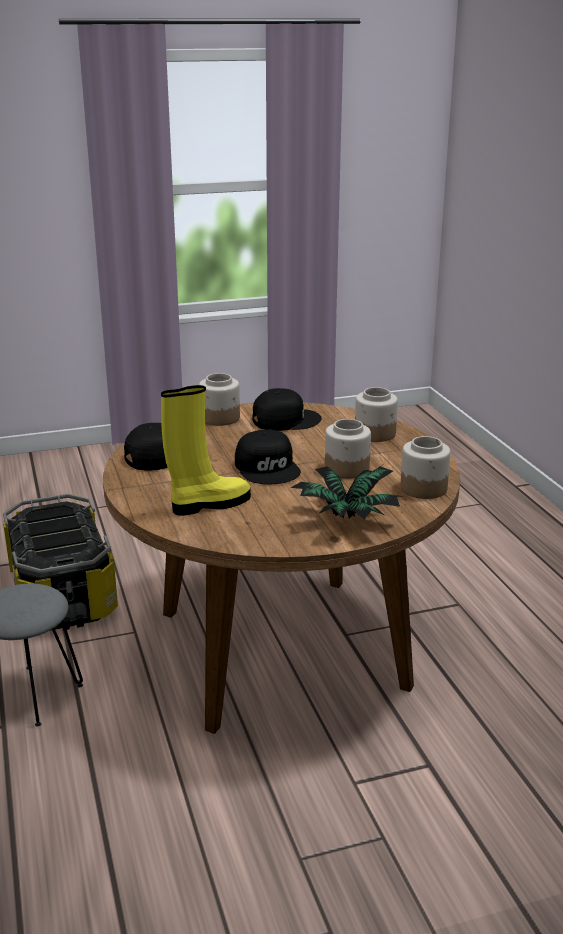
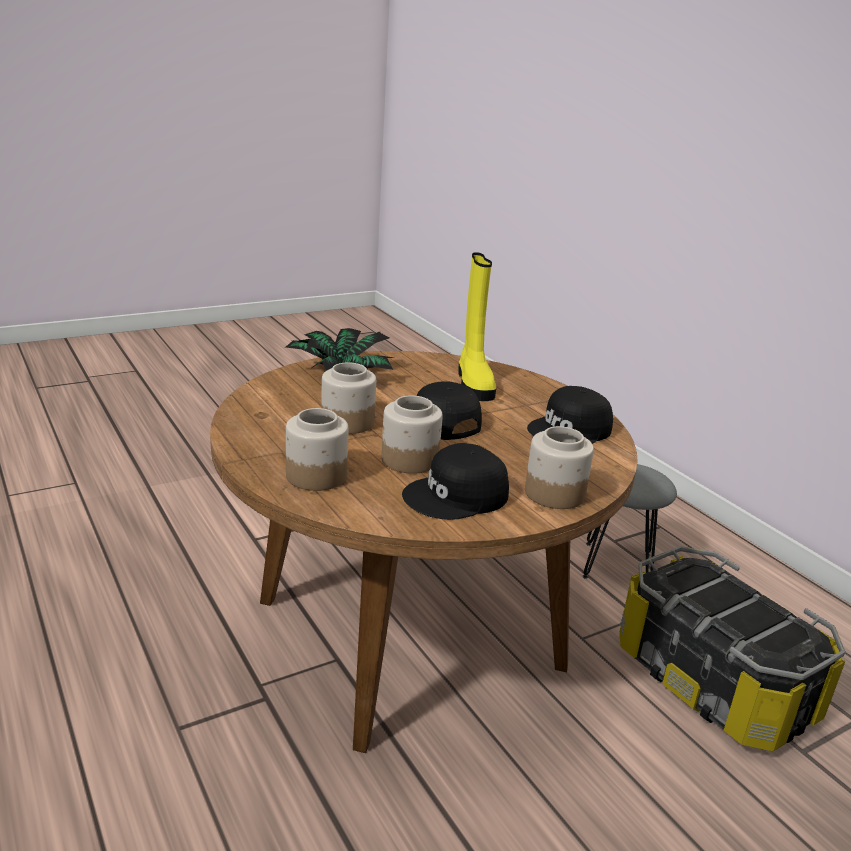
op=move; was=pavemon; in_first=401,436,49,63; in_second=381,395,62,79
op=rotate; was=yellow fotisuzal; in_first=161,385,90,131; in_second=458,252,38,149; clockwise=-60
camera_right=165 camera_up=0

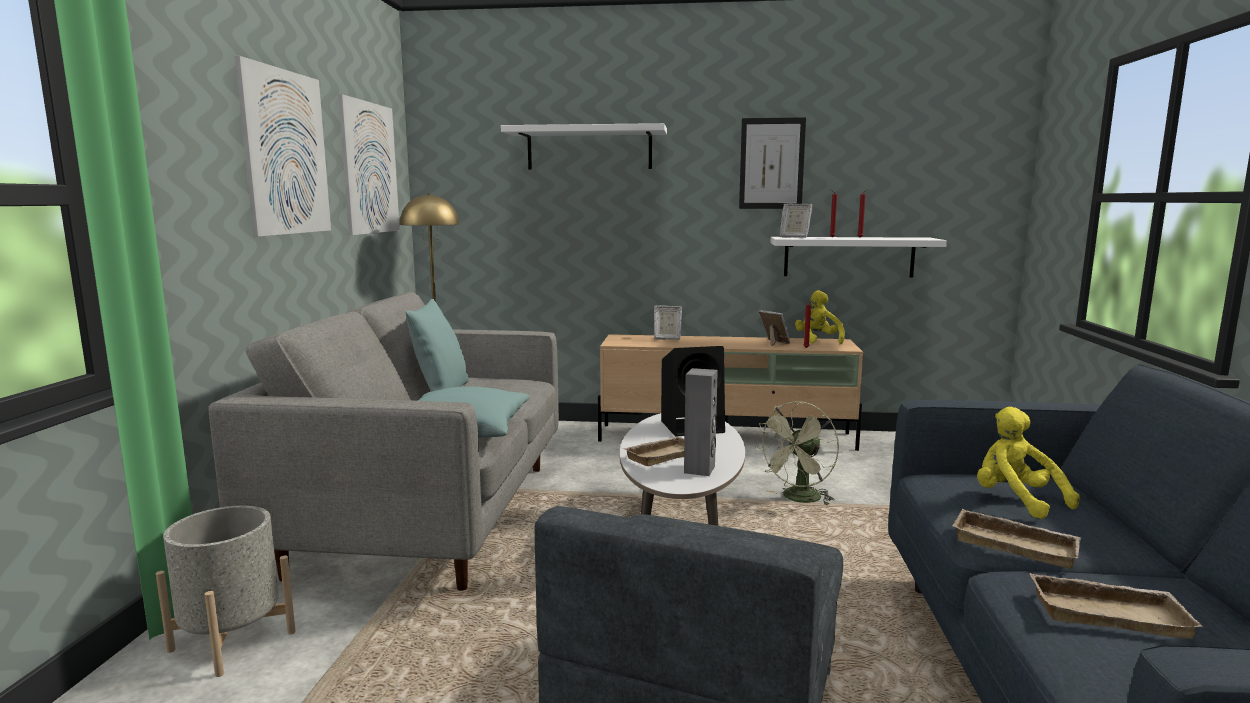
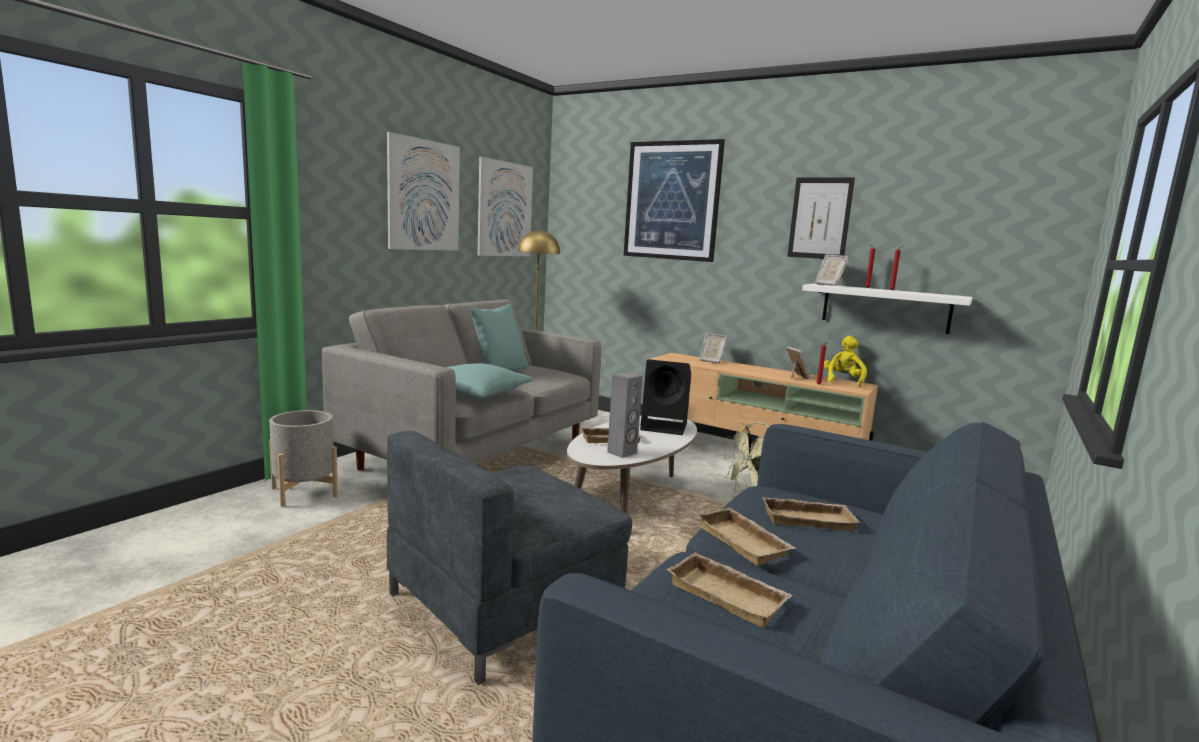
op=replace; was=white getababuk; now=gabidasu; in_first=501,123,166,47; in_second=624,139,101,123
op=replace; was=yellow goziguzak; now=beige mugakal; in_first=977,407,103,112; in_second=762,497,98,34
camera_right=25 camera_up=0

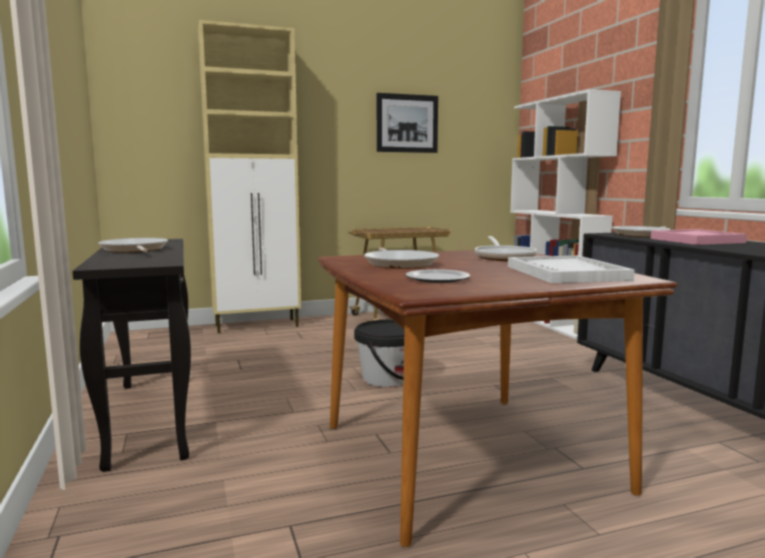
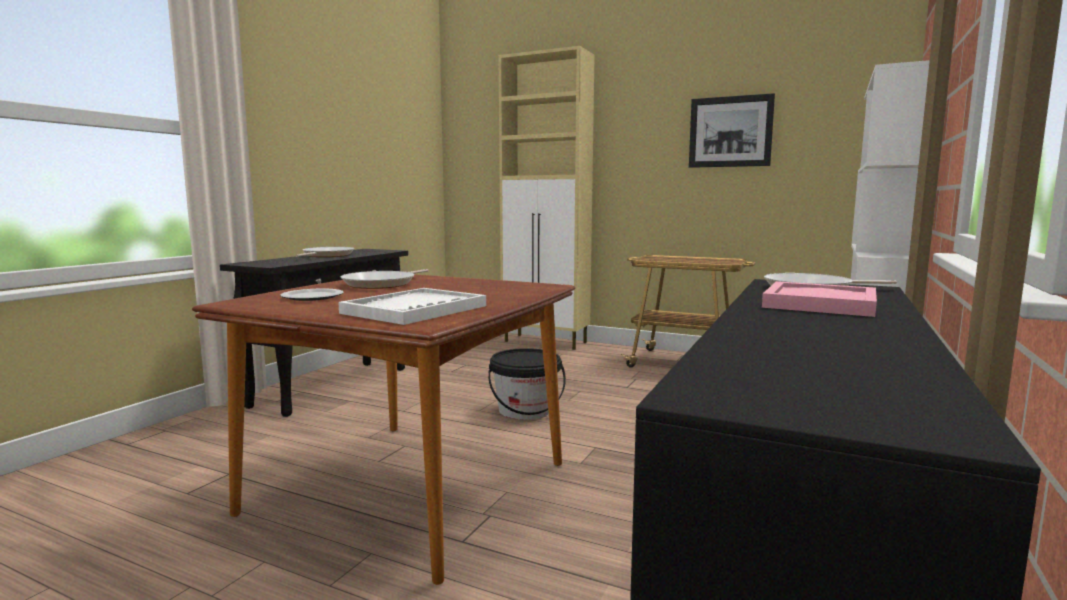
op=delete; was=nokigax; in_first=475,236,62,25
camera_right=45 camera_up=0

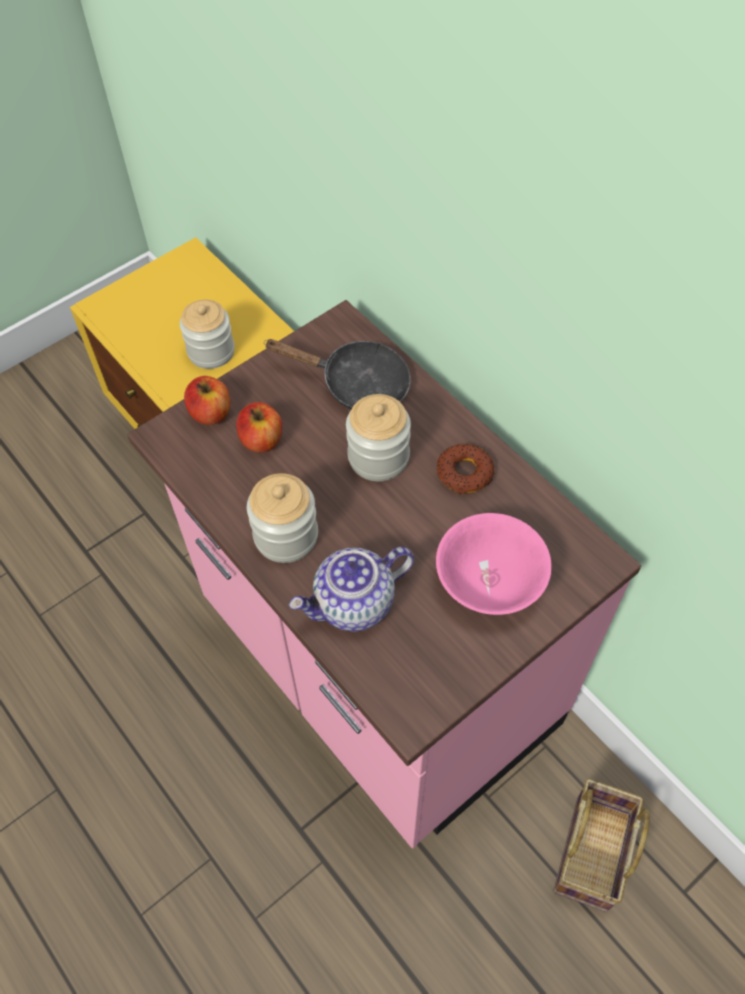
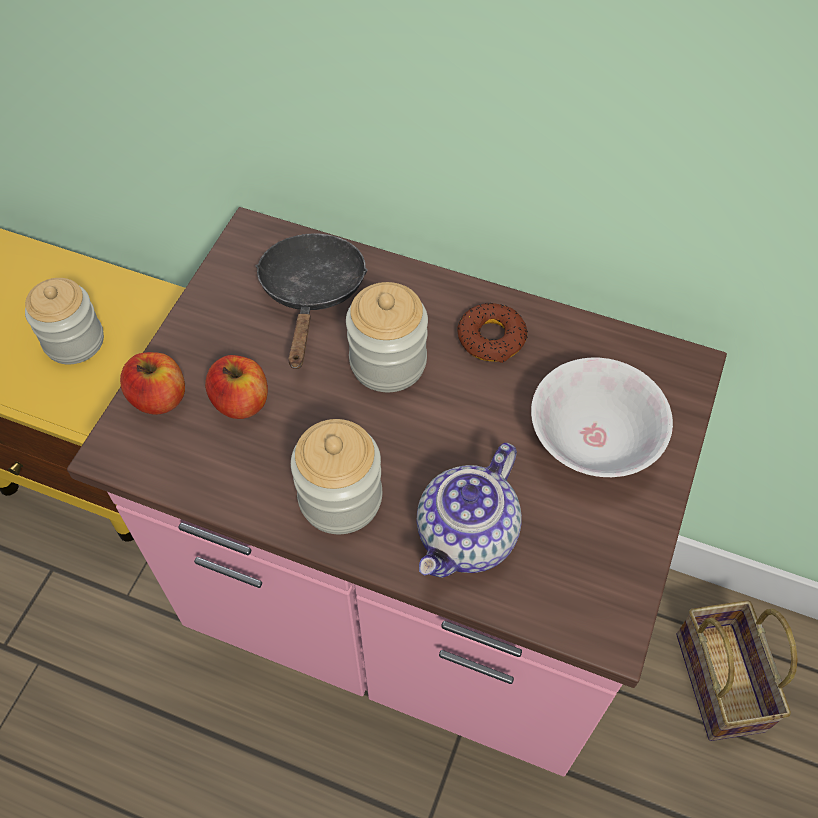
op=rotate; was=black nokigax; in_first=264,339,147,70; in_second=256,233,112,136; clockwise=-75
op=recolor; was=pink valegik; now=white valegik; in_first=436,513,116,102; in_second=531,357,142,120
camera_right=-30 camera_up=0

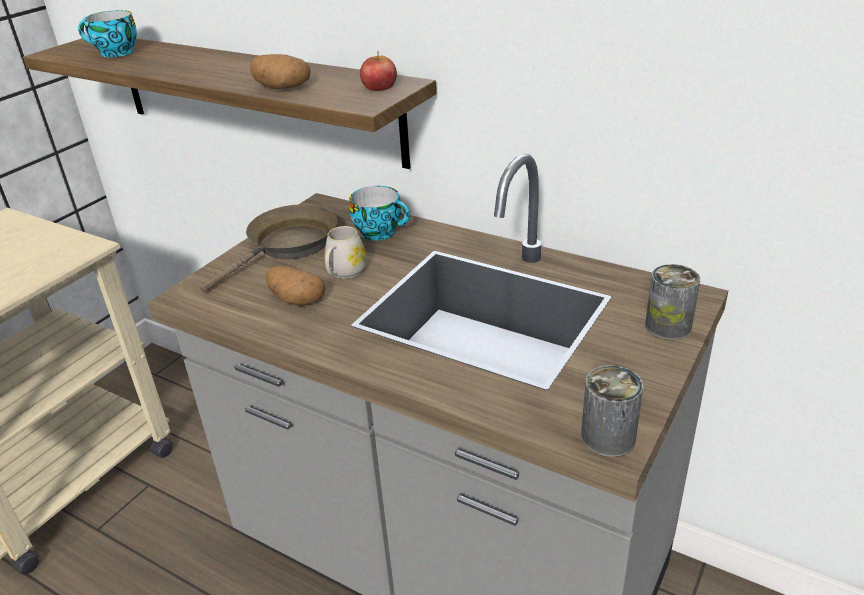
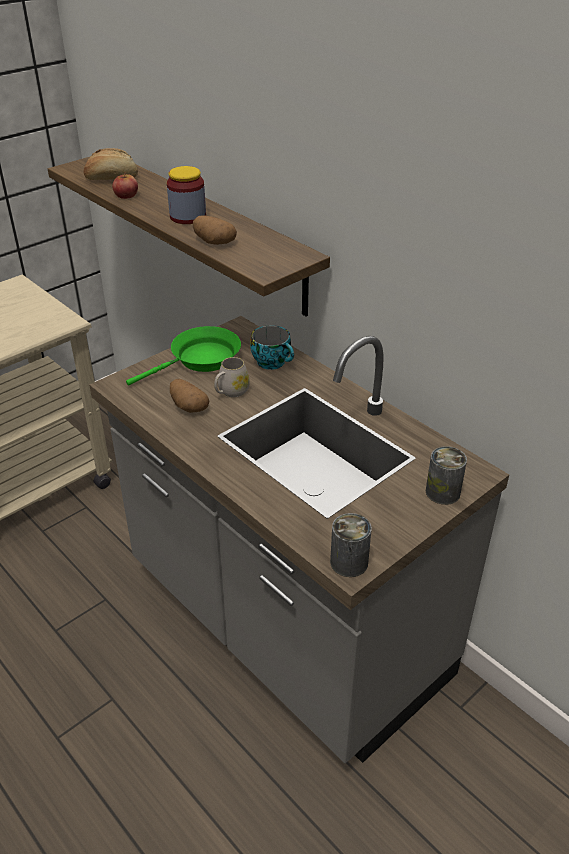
op=replace; was=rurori; now=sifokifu; in_first=78,10,59,47; in_second=83,148,55,32
op=move; was=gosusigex; in_first=360,51,37,40; in_second=112,174,26,25
op=recolor; was=brown nokigax; now=green nokigax; in_first=200,204,138,88; in_second=126,326,115,60
op=insert; now=pavemon; in_second=167,166,39,58
camera_right=15 camera_up=5

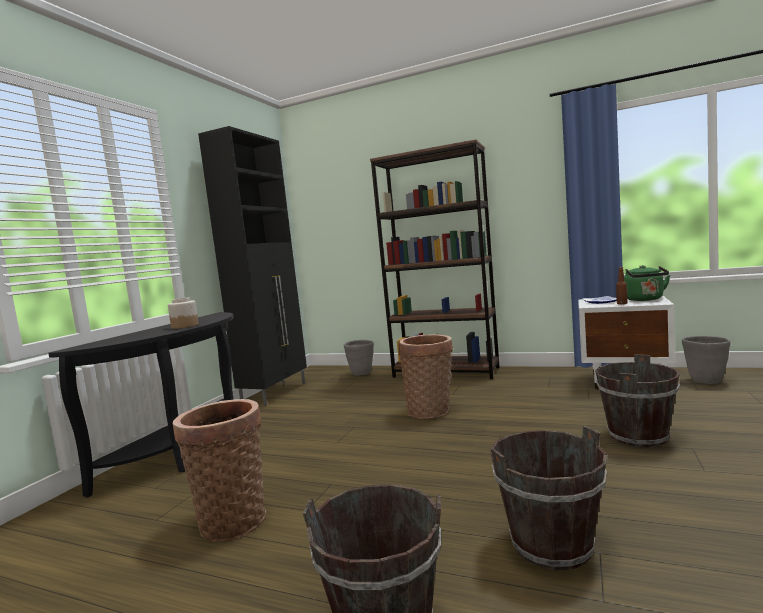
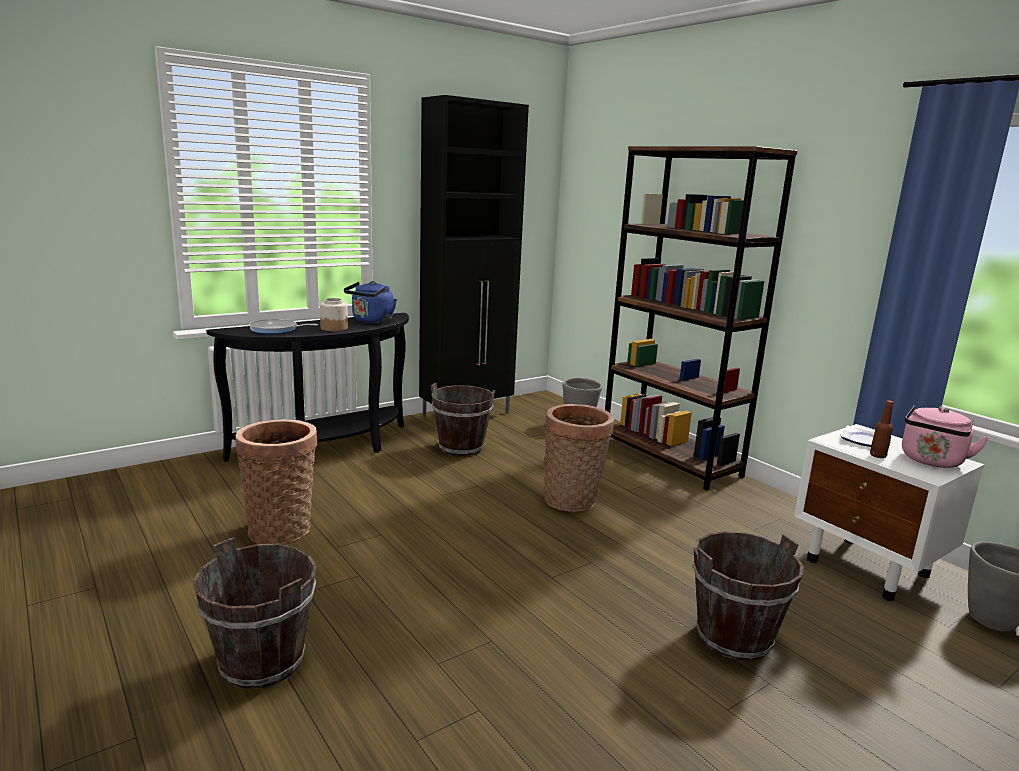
op=insert; now=nokigax; in_second=249,319,69,15
op=insert; now=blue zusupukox; in_second=344,281,53,42
op=move; was=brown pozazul; in_first=490,426,117,144; in_second=431,383,64,73
op=recolor; was=green zusupukox; now=pink zusupukox; in_first=624,265,46,36; in_second=902,405,87,63
camera_right=30 camera_up=10

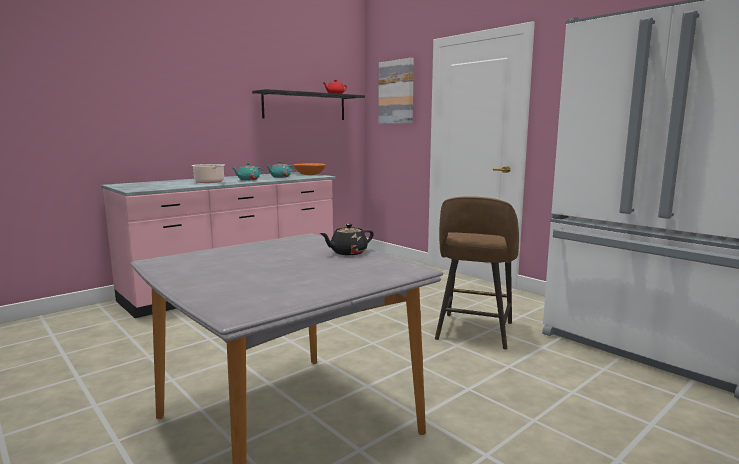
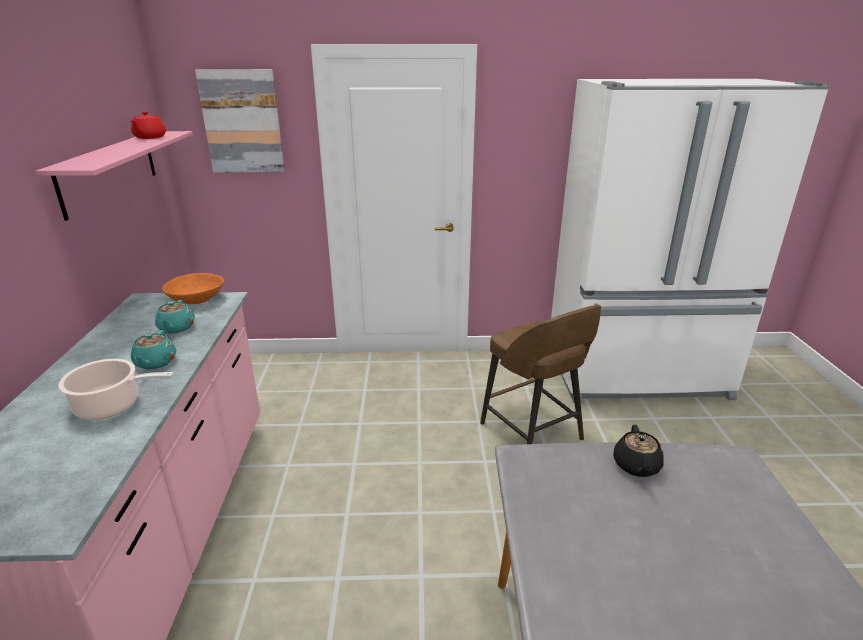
op=recolor; was=black getababuk; now=pink getababuk; in_first=252,89,113,31; in_second=36,131,157,90
camera_right=-50 camera_up=15

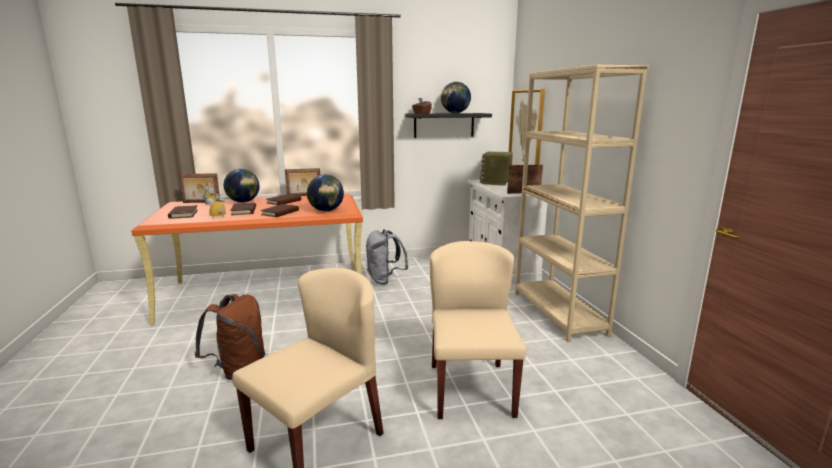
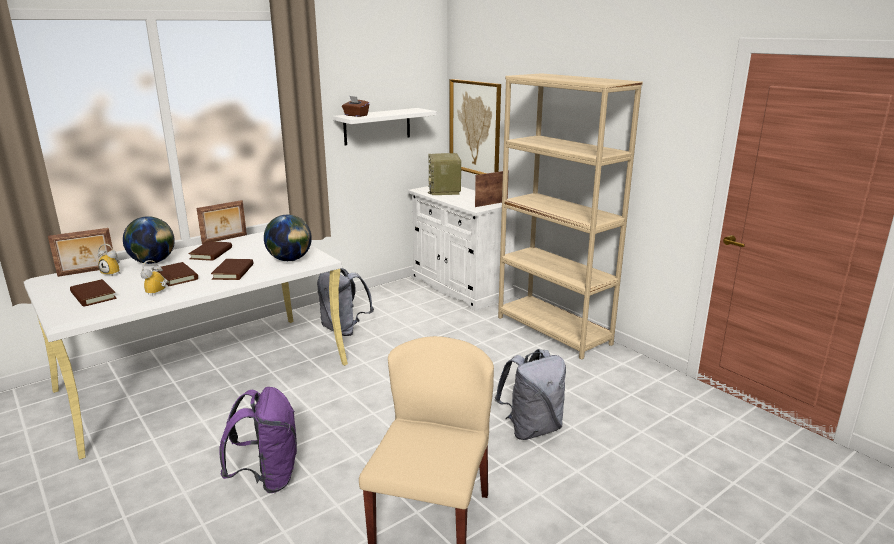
op=recolor; was=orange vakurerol; now=white vakurerol; in_first=131,194,232,131; in_second=24,231,324,228
op=recolor; was=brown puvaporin; now=purple puvaporin; in_first=195,294,70,86; in_second=220,387,77,106
op=recolor; was=black getababuk; now=white getababuk; in_first=405,113,87,25; in_second=333,108,104,37
op=replace; was=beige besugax; now=grey puvaporin; in_first=430,241,96,178; in_second=495,349,71,91
op=delete; was=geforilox; in_first=441,82,30,31
camera_right=-25 camera_up=5

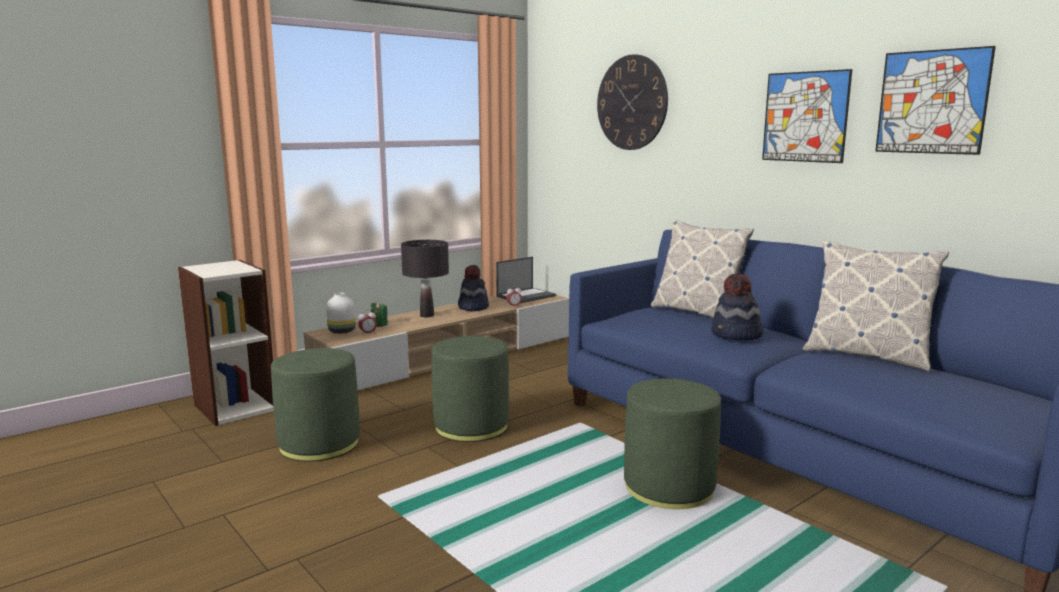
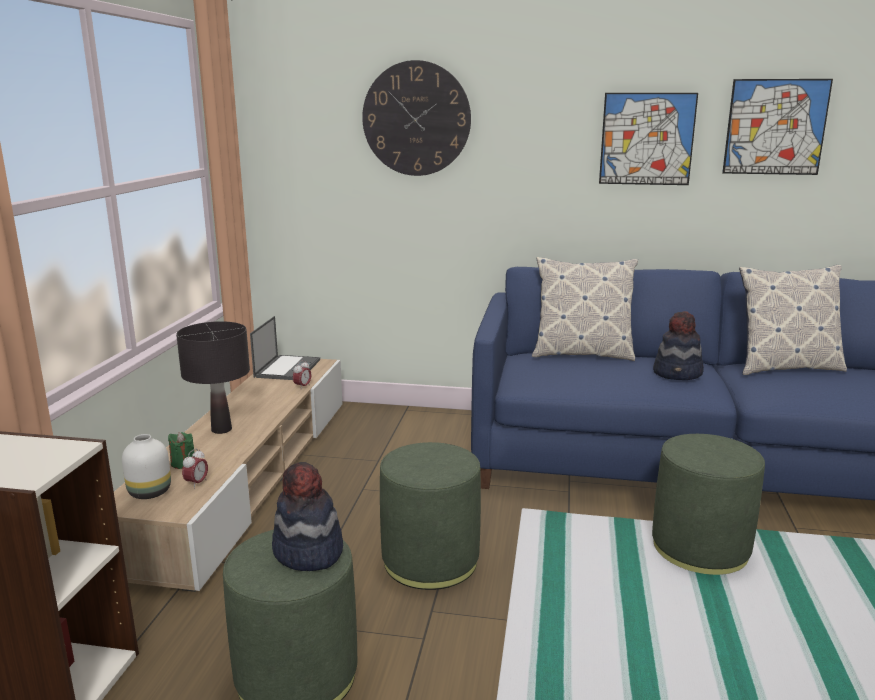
op=move; was=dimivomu; in_first=458,265,31,46; in_second=272,462,71,109
camera_right=-40 camera_up=5

